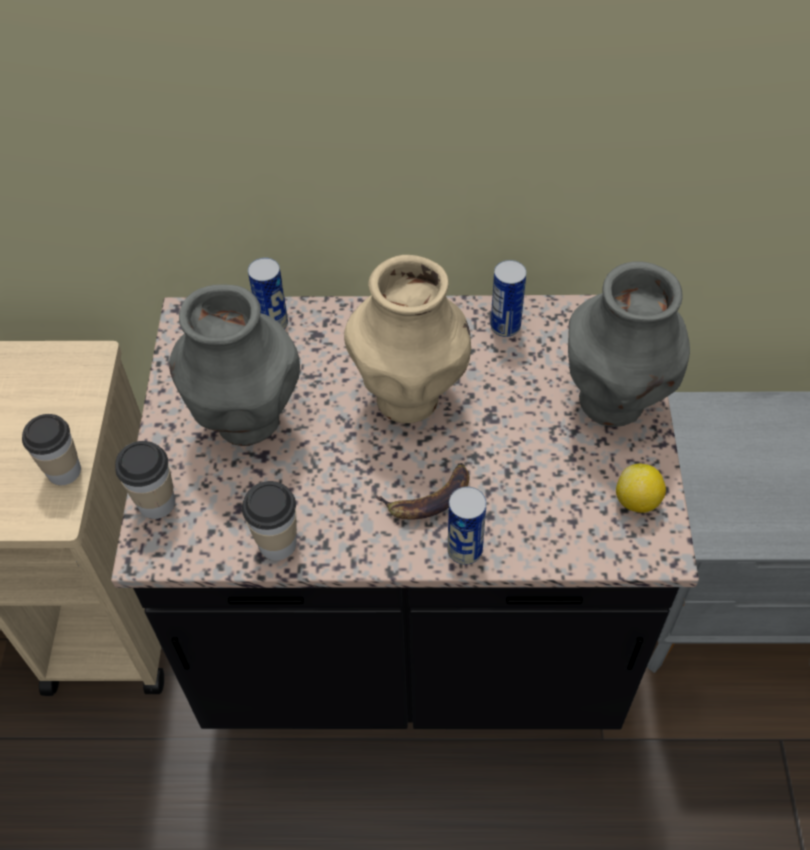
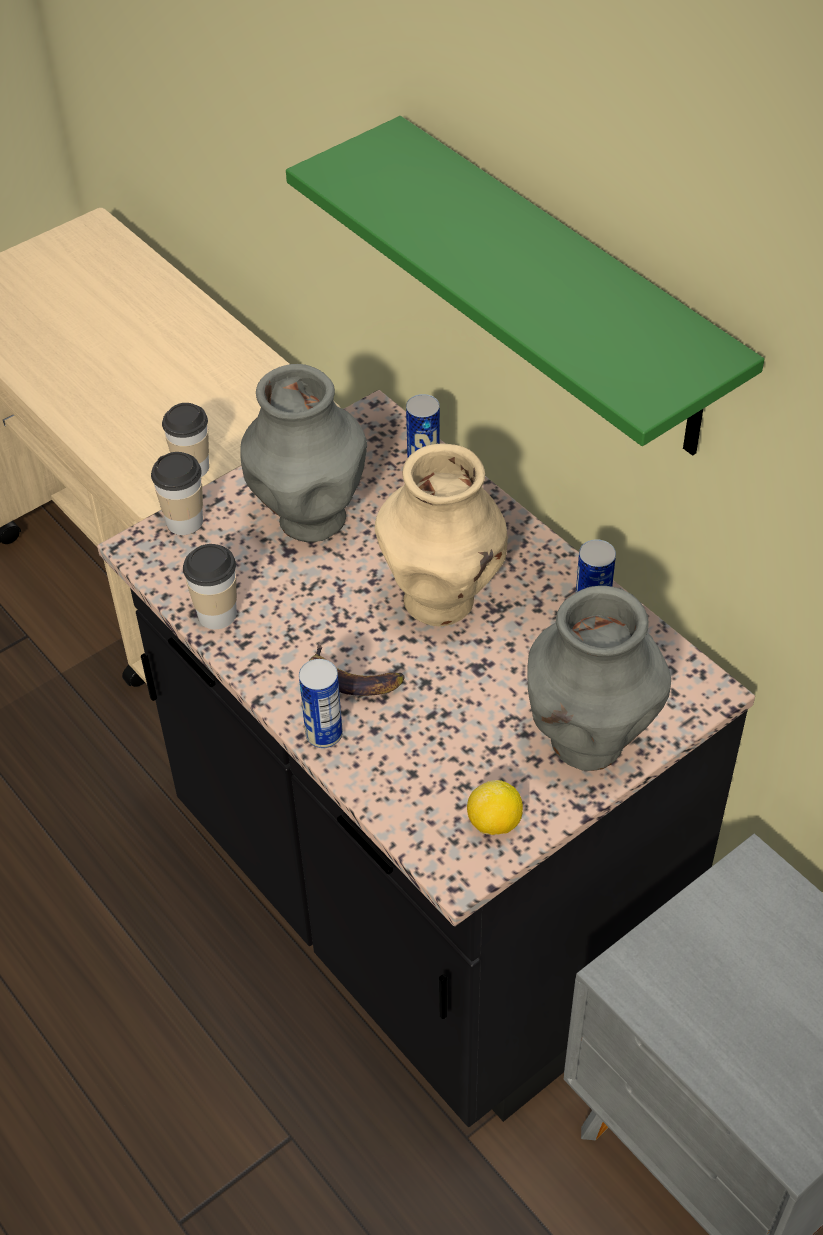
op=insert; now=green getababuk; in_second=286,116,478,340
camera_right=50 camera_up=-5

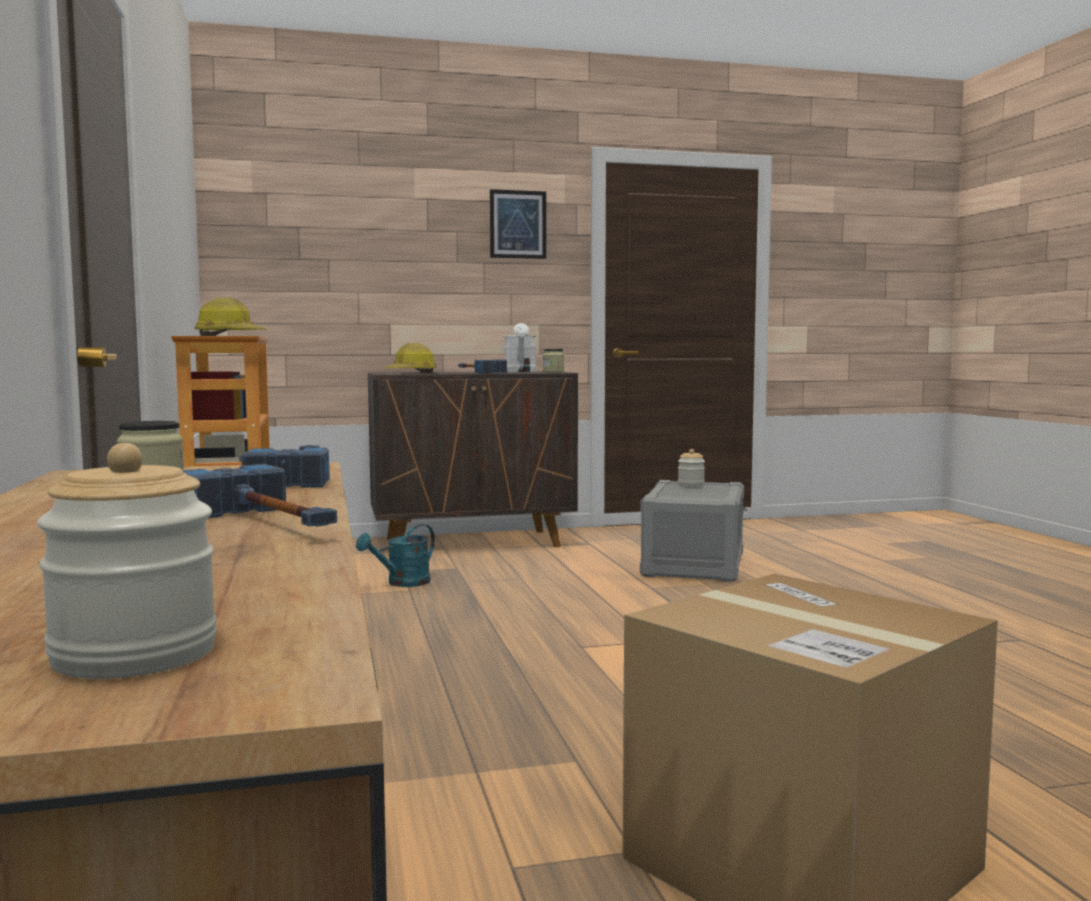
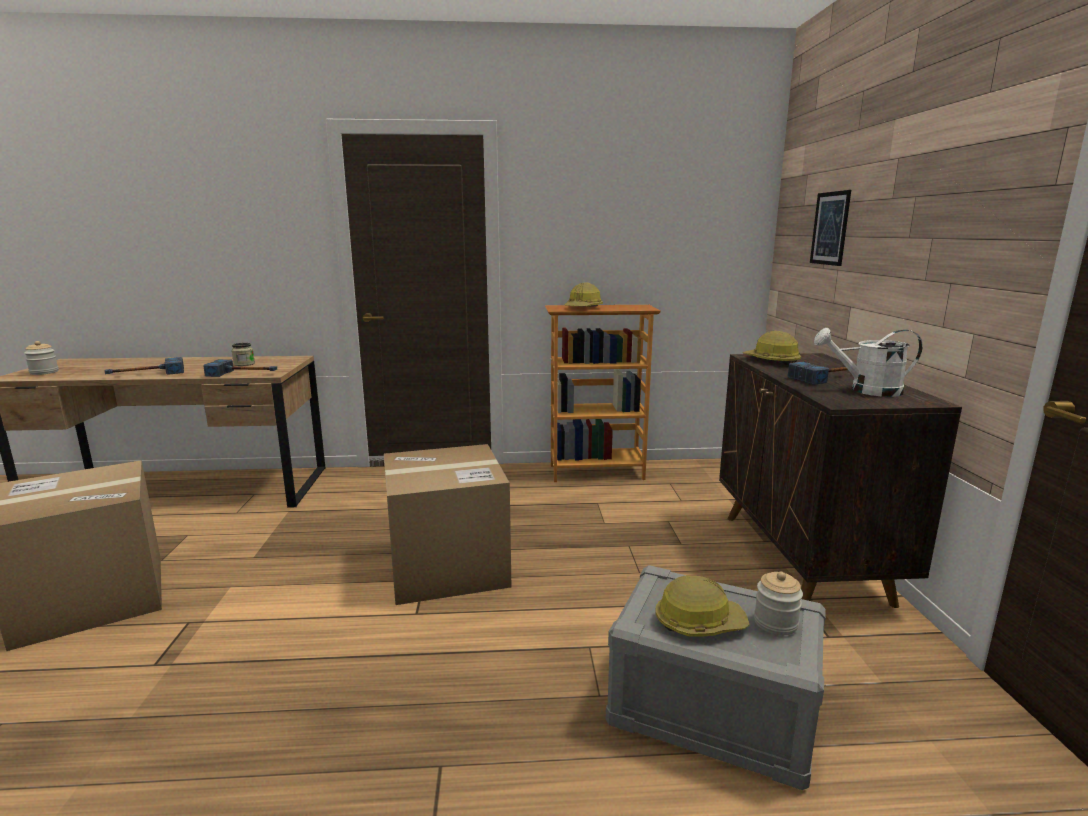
op=insert; now=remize; in_second=384,444,127,161
op=insert; now=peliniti; in_second=656,576,93,61
op=move; was=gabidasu; in_first=490,189,56,70; in_second=810,190,41,76
op=delete; was=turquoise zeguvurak; in_first=356,524,79,63
op=delete; was=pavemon; in_first=543,349,21,23
camera_right=100 camera_up=10

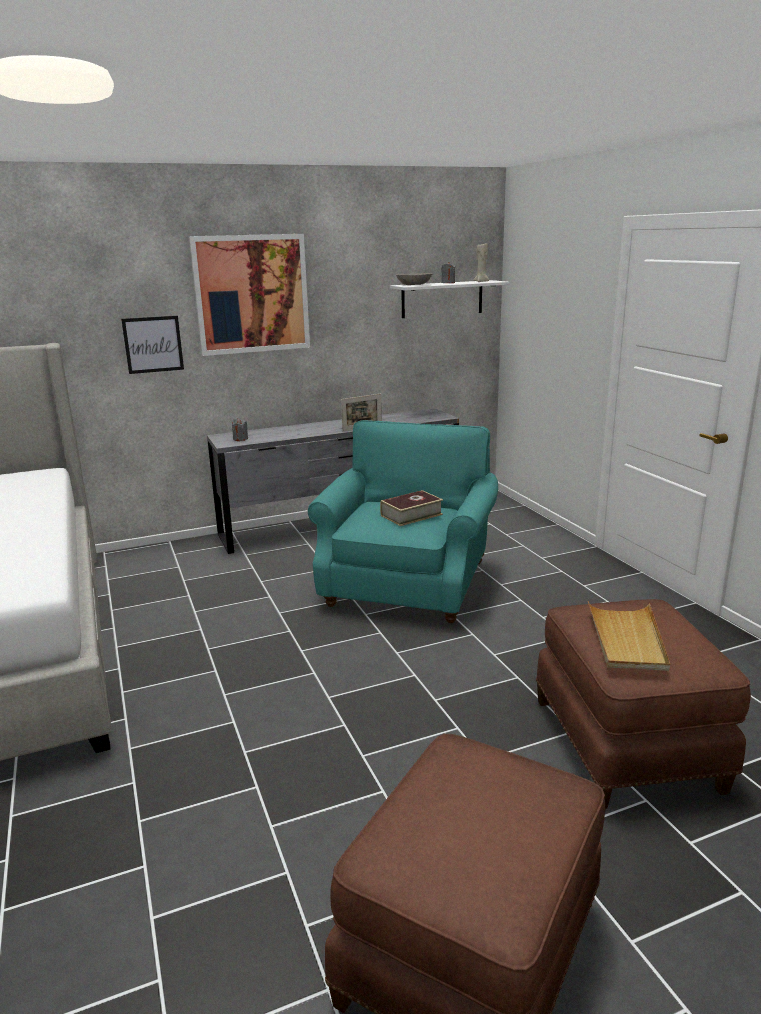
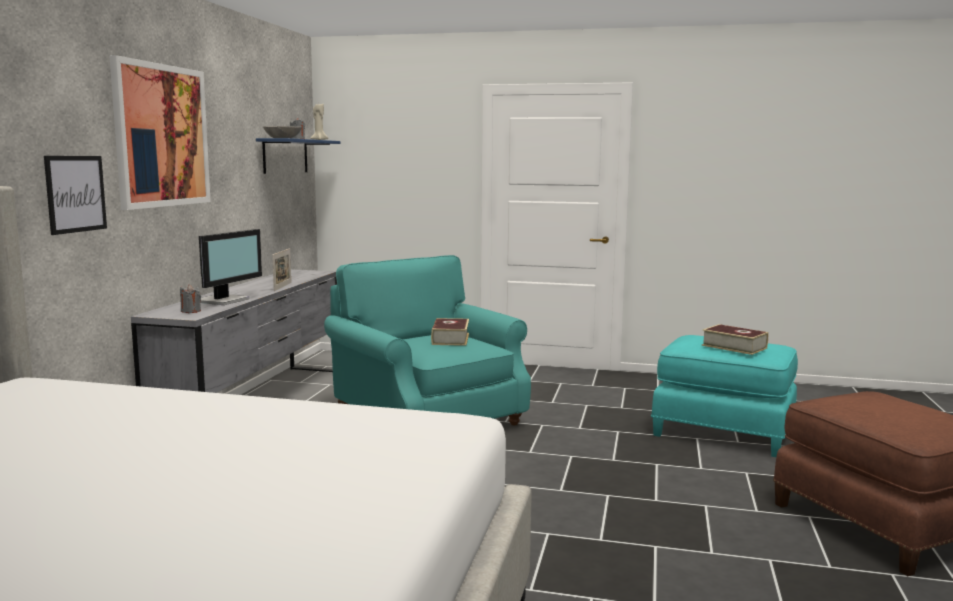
op=insert; now=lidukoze; in_second=199,229,63,76
op=recolor; was=white getababuk; now=blue getababuk; in_first=390,280,119,38; in_second=256,138,85,36
op=recolor; was=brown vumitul; now=turquoise vumitul; in_first=536,599,215,210; in_second=651,335,147,122
op=replace; was=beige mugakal; now=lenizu; in_first=588,601,82,70; in_second=702,324,66,31
camera_right=-55 camera_up=-10

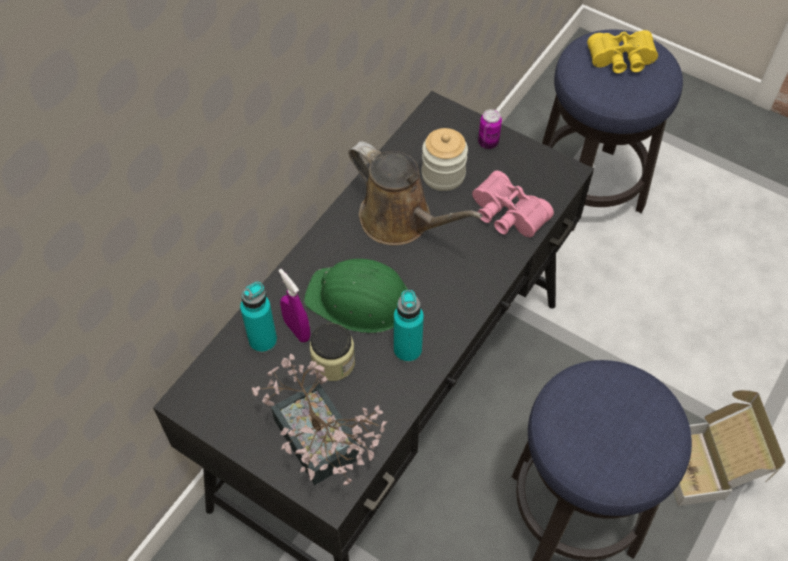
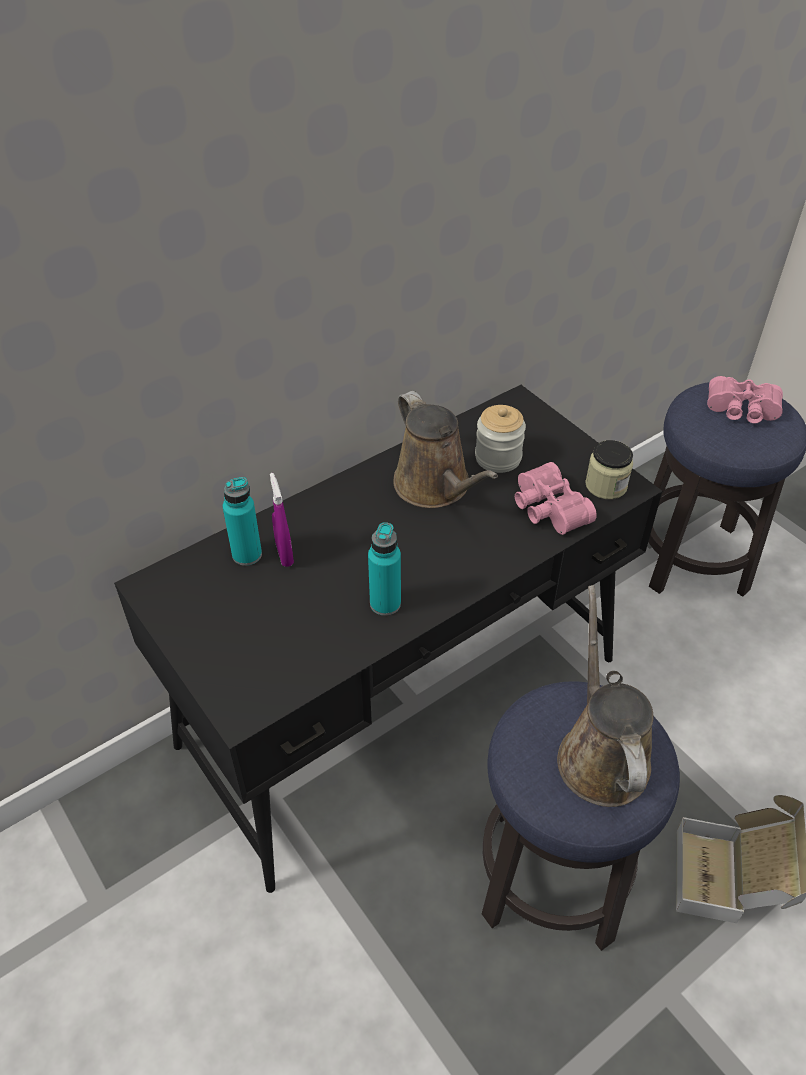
op=insert; now=brown zeguvurak; in_second=557,585,96,222
op=move; was=pavemon; in_first=310,323,45,58; in_second=585,440,48,59
op=recolor; was=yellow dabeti; now=pink dabeti; in_first=587,30,71,43; in_second=707,376,76,48
op=delete; was=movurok; in_first=252,354,135,131
op=delete; was=green peliniti; in_first=304,259,104,74
op=delete; was=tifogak; in_first=478,109,24,40
camera_right=20 camera_up=-10

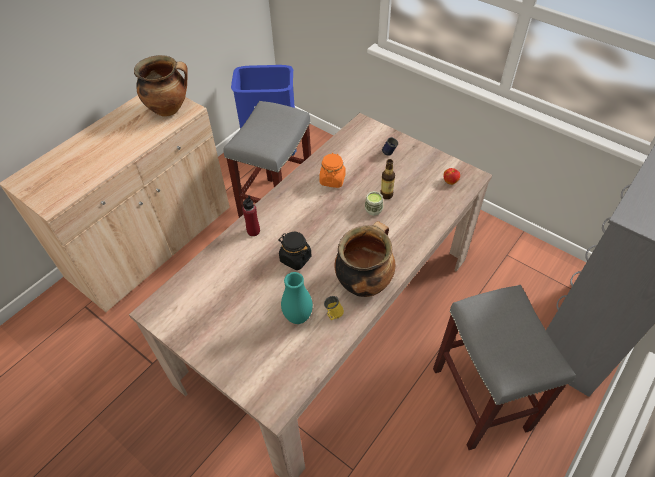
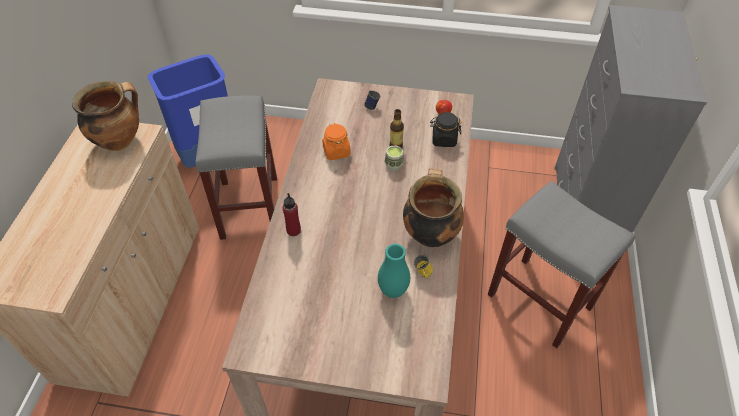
op=move; was=black pavemon; in_first=278,232,33,38; in_second=430,112,32,35
camera_right=-30 camera_up=0

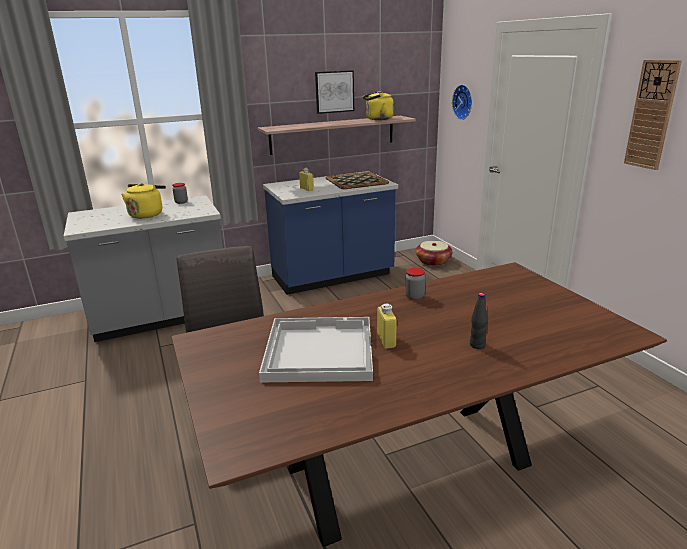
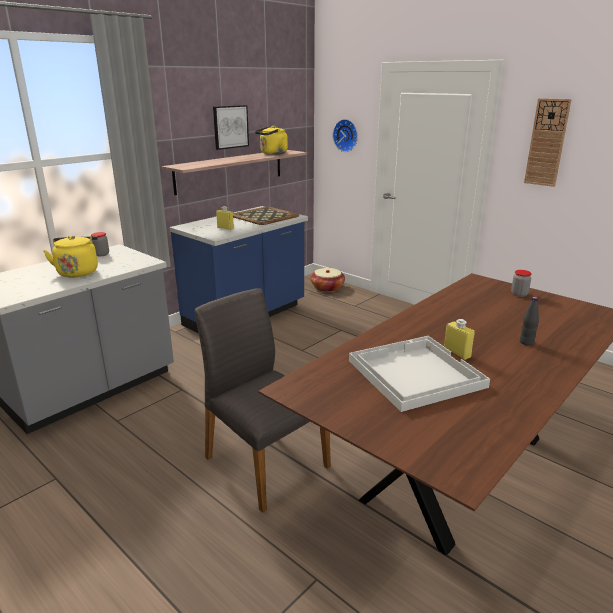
op=move; was=pavemon; in_first=405,268,20,32; in_second=511,270,21,27
camera_right=-25 camera_up=0

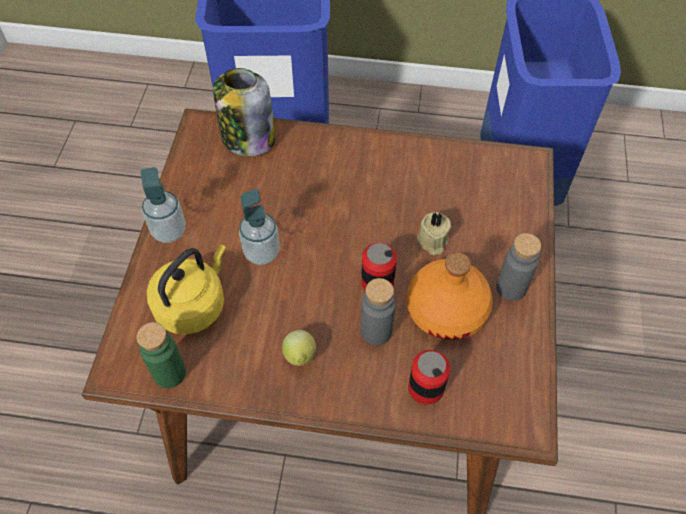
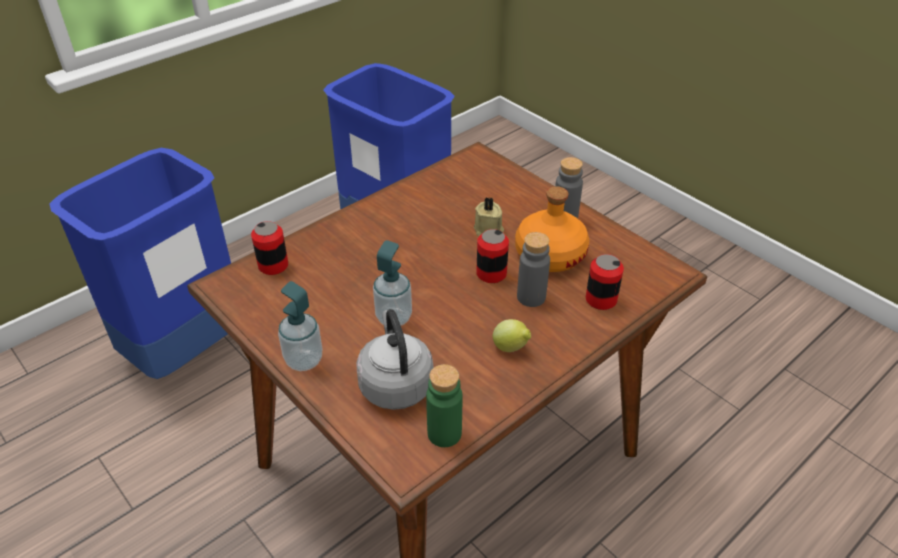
op=replace; was=pavemon; now=tifogak; in_first=213,68,62,88; in_second=251,221,37,54
op=recolor; was=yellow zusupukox; now=grey zusupukox; in_first=147,244,79,91; in_second=356,309,77,101
camera_right=-50 camera_up=-15

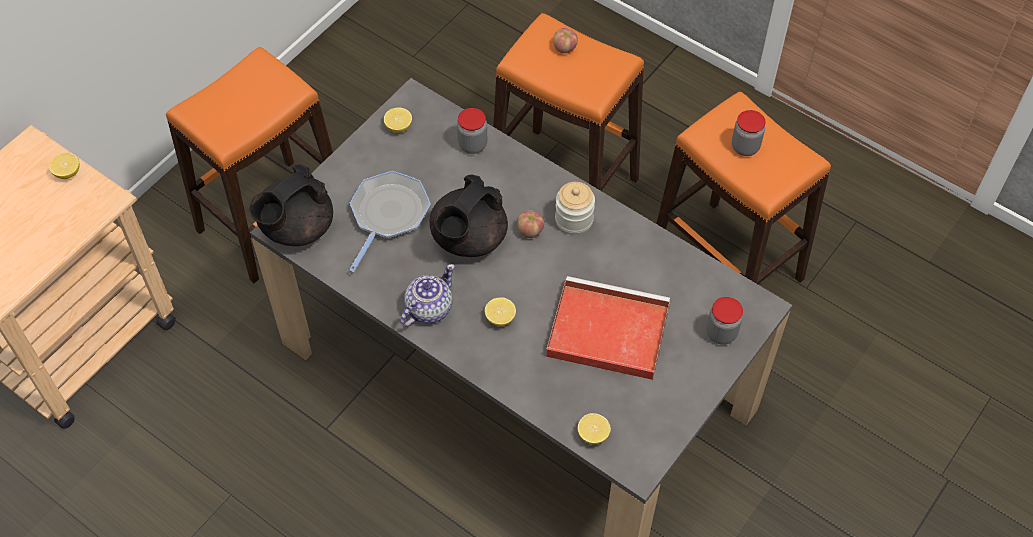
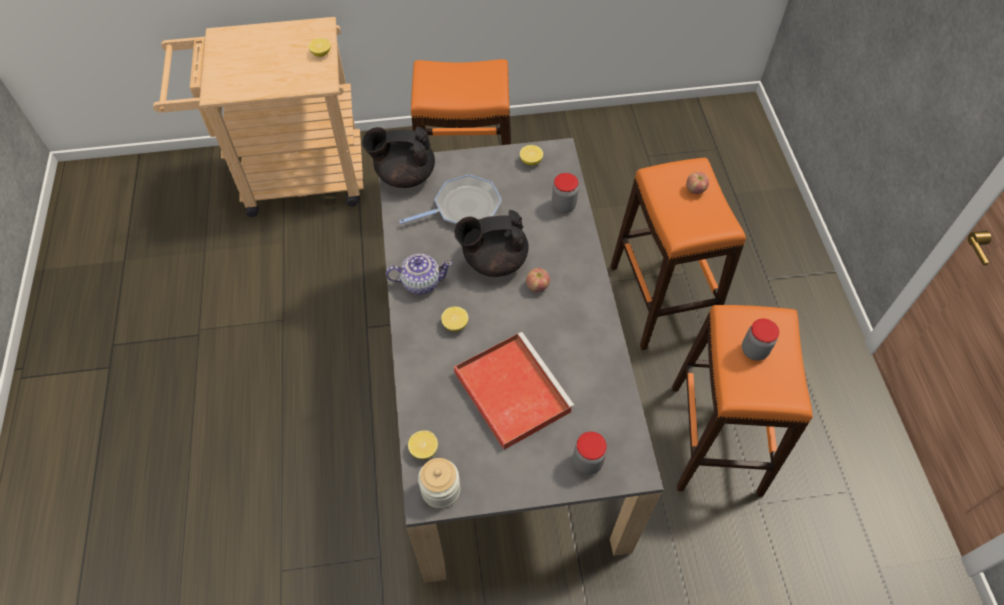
op=move; was=pavemon; in_first=555,182,40,53; in_second=418,458,42,51
camera_right=45 camera_up=0

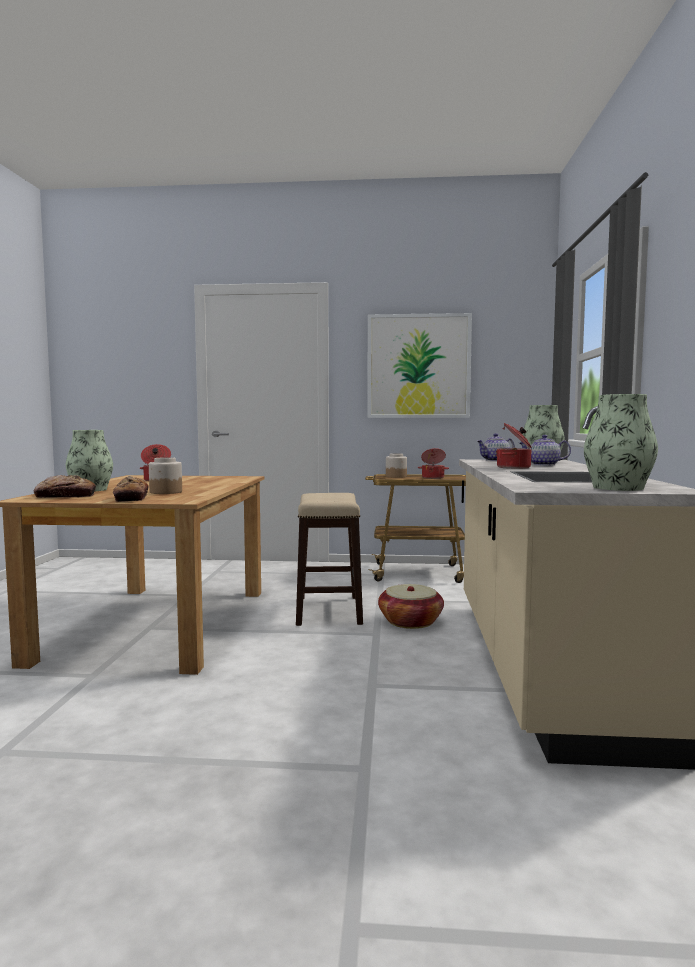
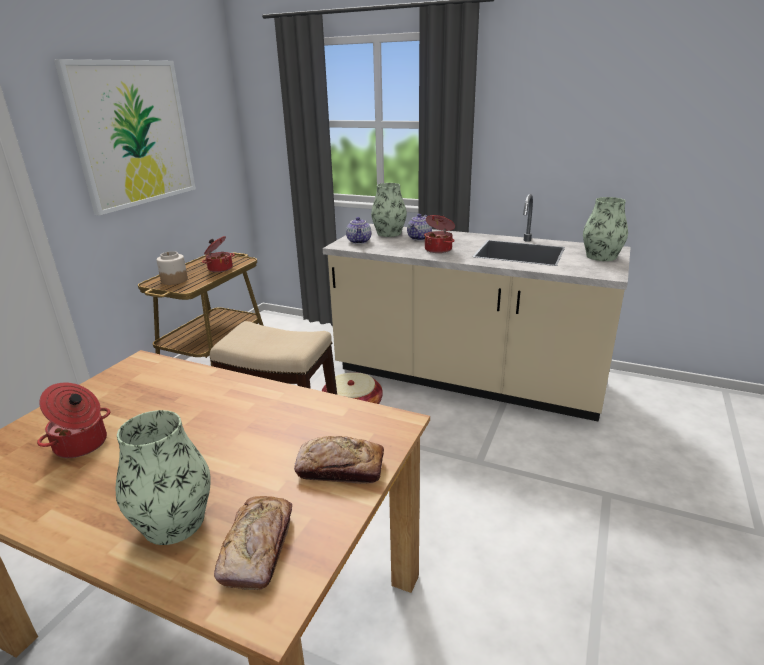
op=delete; was=pavemon; in_first=149,457,33,37
camera_right=-70 camera_up=20

